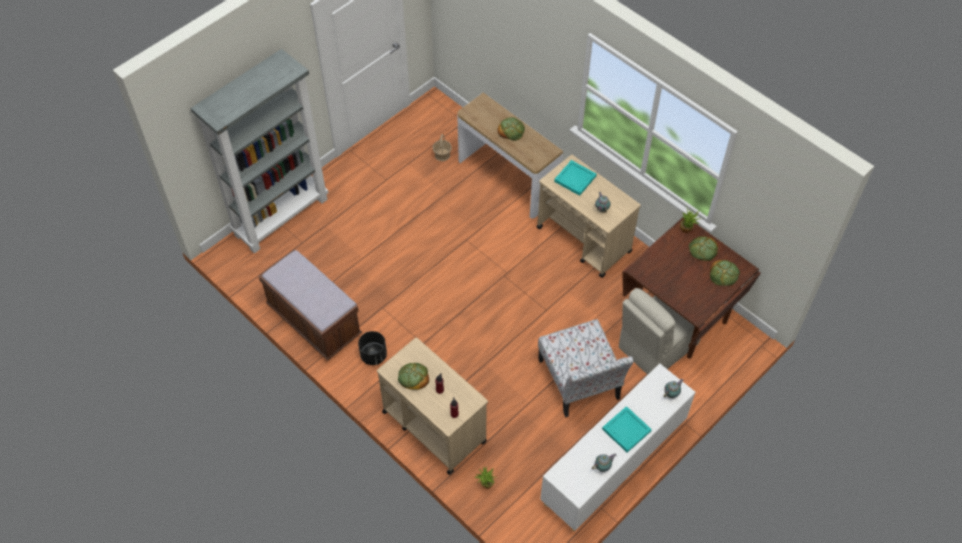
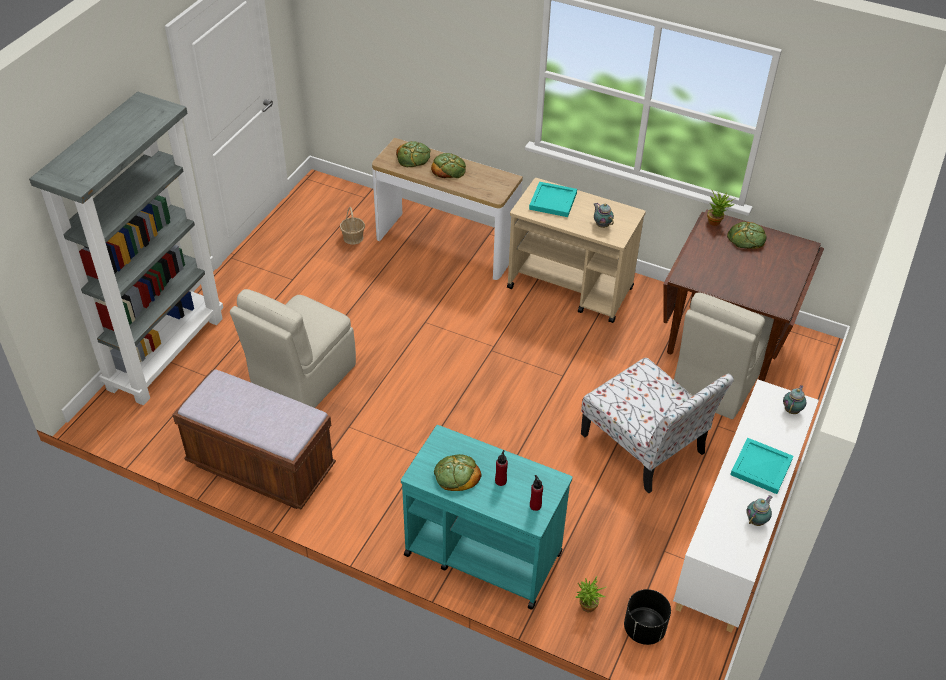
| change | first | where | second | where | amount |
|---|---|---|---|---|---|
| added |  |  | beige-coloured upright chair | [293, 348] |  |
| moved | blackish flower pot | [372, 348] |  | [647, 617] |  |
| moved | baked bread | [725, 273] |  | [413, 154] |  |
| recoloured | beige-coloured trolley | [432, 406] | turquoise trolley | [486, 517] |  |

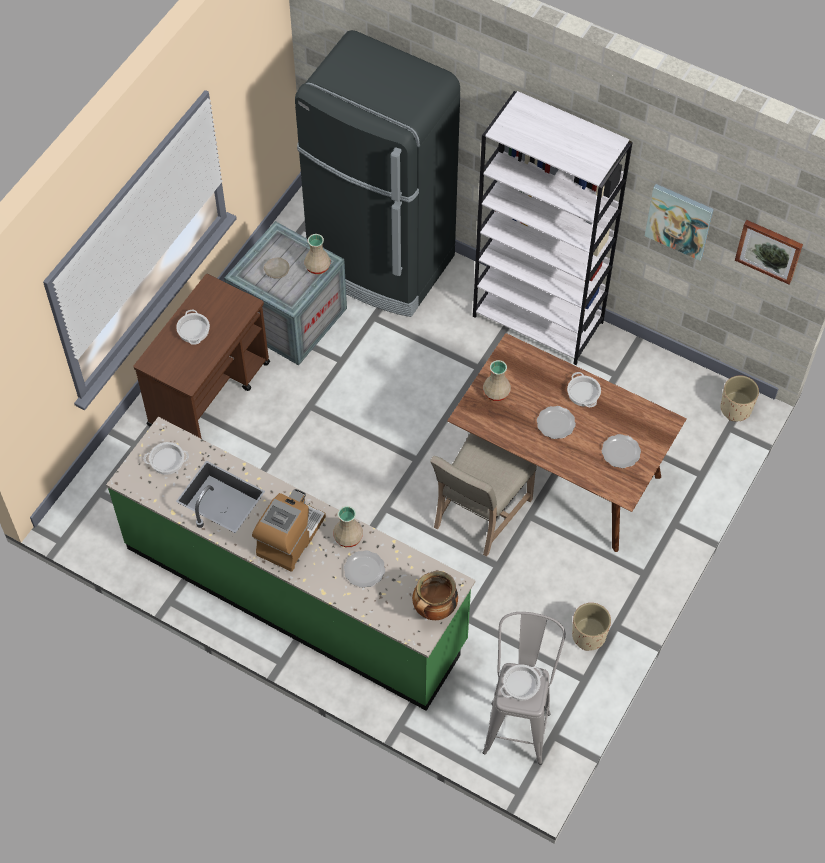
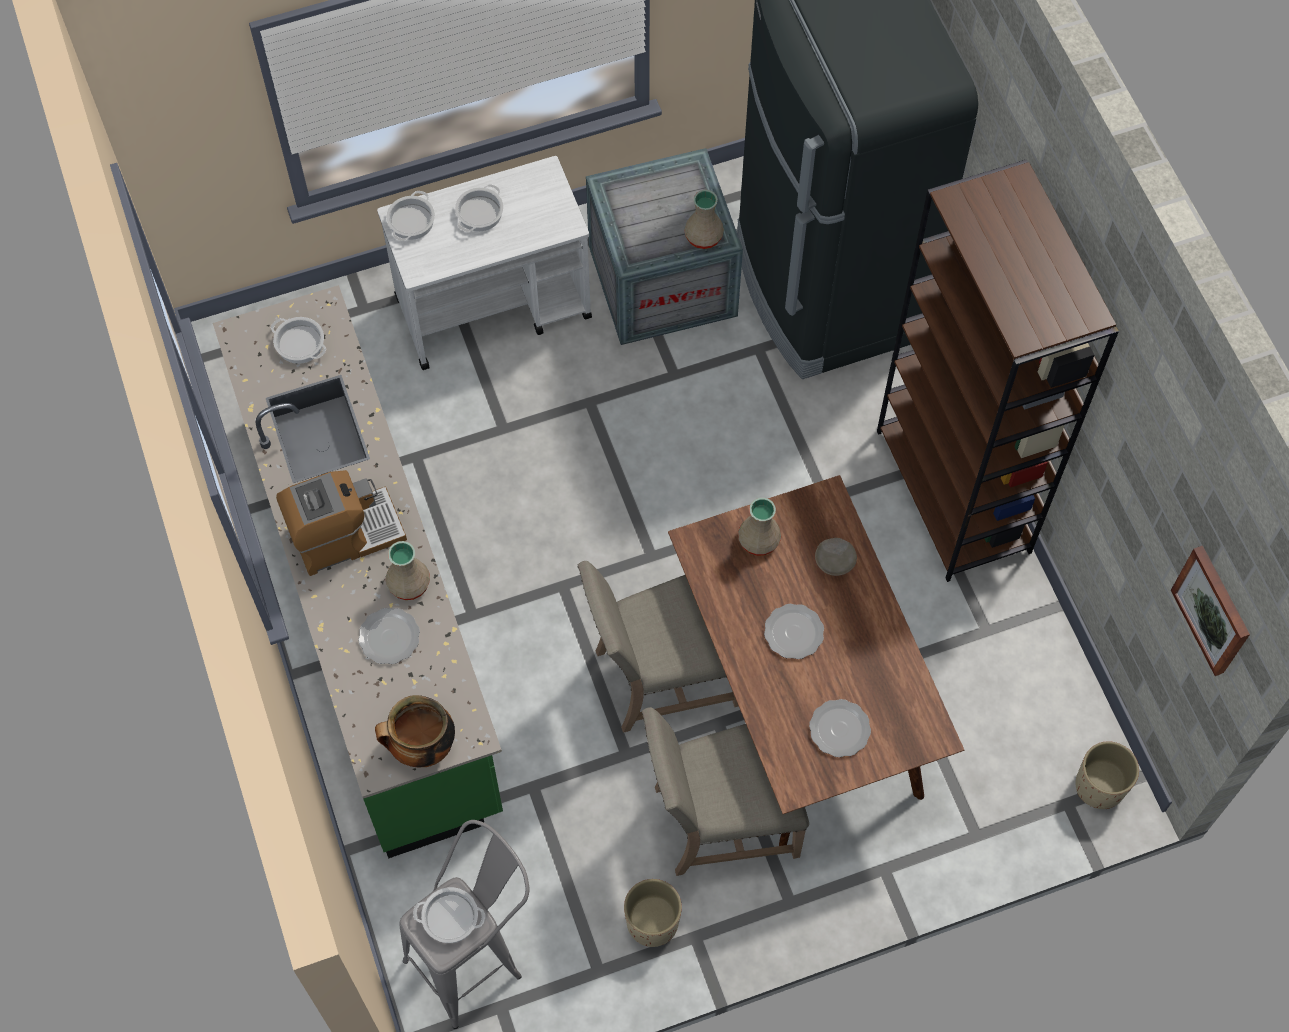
| change | first | where | second | where | amount |
|---|---|---|---|---|---|
| removed | picture | [679, 222] |  |  |  |
| added |  |  | beige-coloured upright chair | [725, 791] |  |
| moved | beige-coloured flat dish | [277, 268] |  | [836, 557] |  |
| moved | stockpot | [584, 389] |  | [410, 216] |  |
| recoloured | brownish trolley | [202, 356] | white trolley | [484, 263] |  |
| recoloured | white bookshelf | [553, 228] | brownish bookshelf | [998, 370] |  |

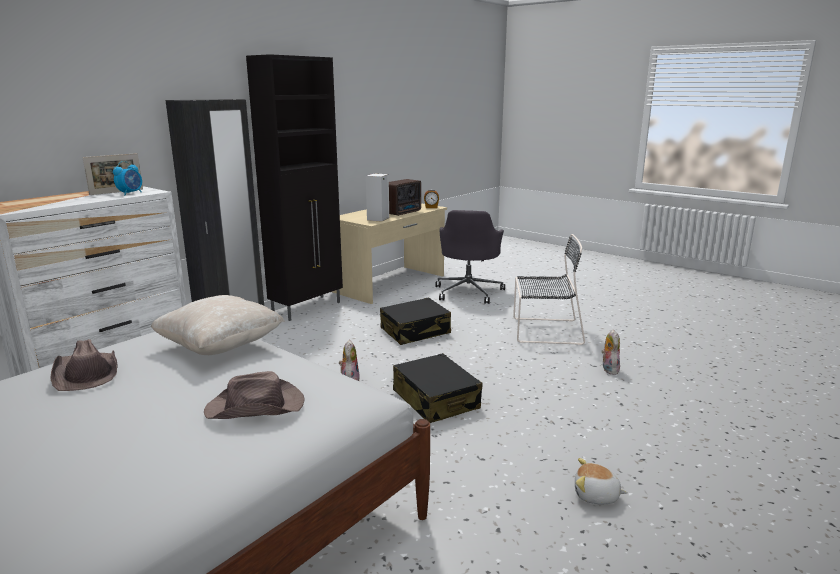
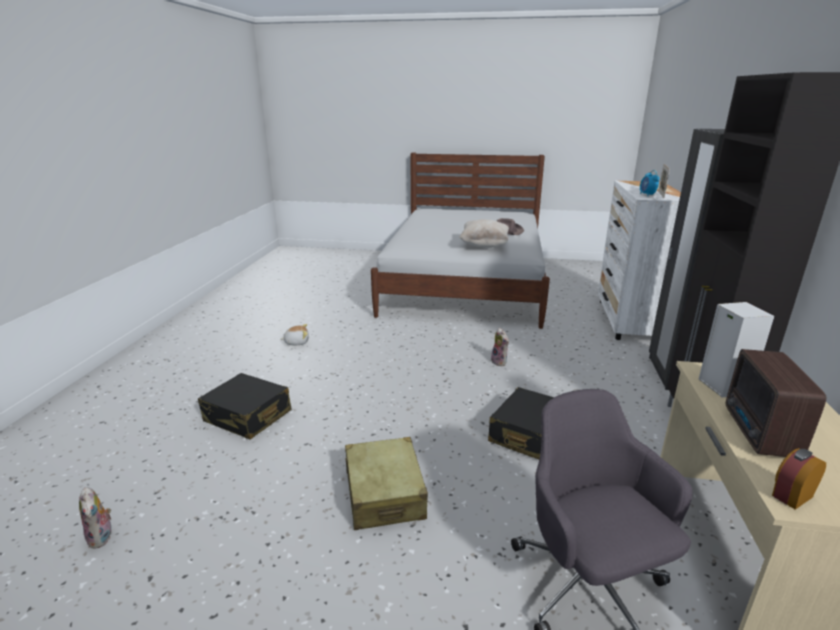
| change | first | where | second | where | amount |
|---|---|---|---|---|---|
| removed | brownish clothing hat | [254, 395] |  |  |  |
| moved | blackish travel case | [437, 388] |  | [244, 406] |  |
| moved | plush toy | [610, 352] |  | [95, 518] |  |
| replaced | blackish upright chair | [549, 289] | beige-coloured travel case | [386, 483] |  |

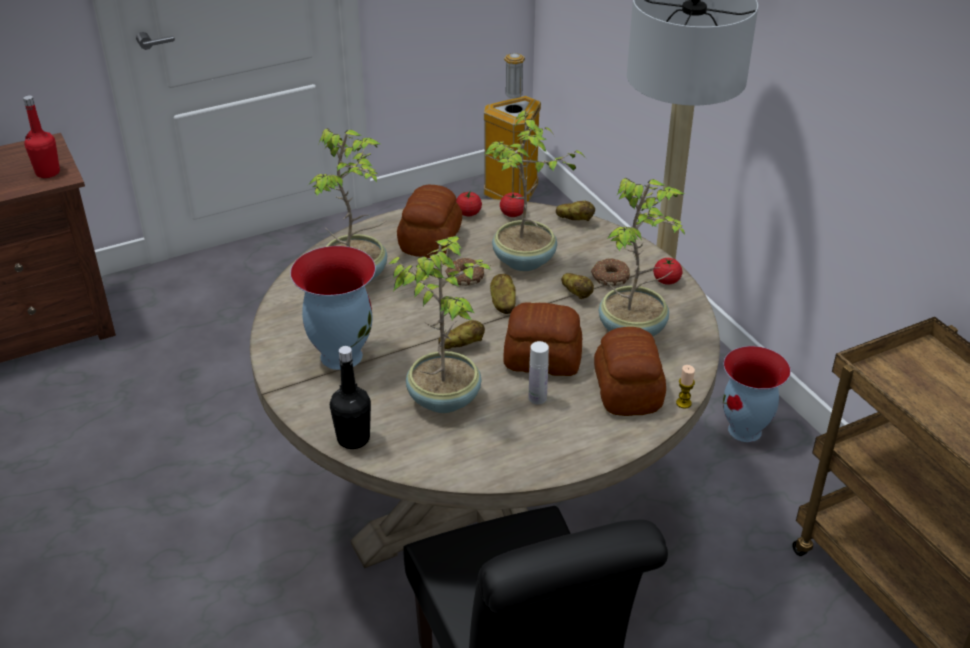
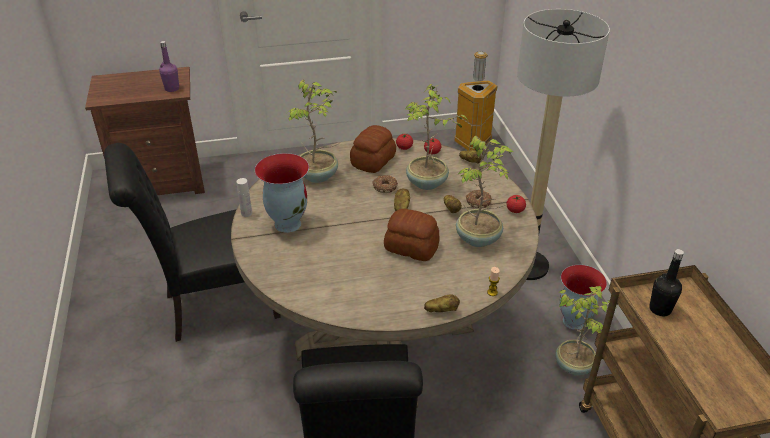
| change | first | where | second | where | amount |
|---|---|---|---|---|---|
| removed | baked bread | [630, 371] |  |  |  |
| added |  |  | blackish upright chair | [192, 242] |  |
| moved | blackish drink bottle | [350, 397] |  | [666, 282] |  |
| moved | potted plant | [440, 324] |  | [586, 330] |  |
| moved | whole potato | [461, 334] |  | [442, 303] |  |
| moved | white drink bottle | [539, 372] |  | [244, 197] |  |
| recoloured | red-coloured drink bottle | [41, 136] | purple-coloured drink bottle | [169, 66] |  |

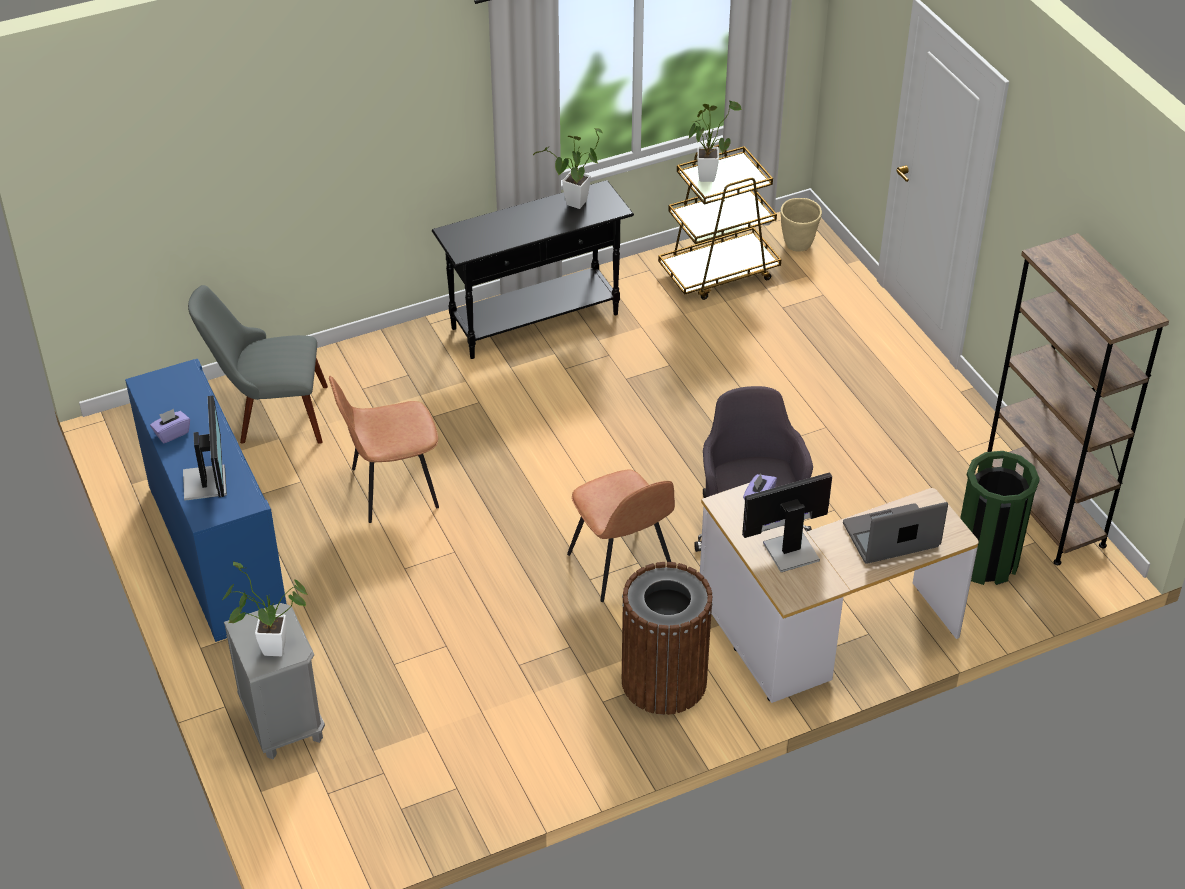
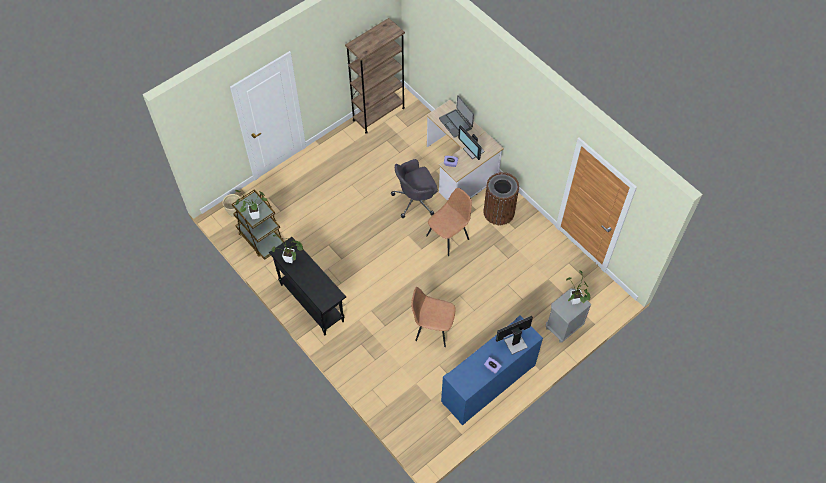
| change | first | where | second | where | amount |
|---|---|---|---|---|---|
| removed | gray upright chair | [258, 364] |  |  |  |
| removed | green-coloured waste bin | [1000, 518] |  |  |  |
| turned | brownish upright chair | [384, 449] |  | [433, 317] | 135 degrees clockwise |

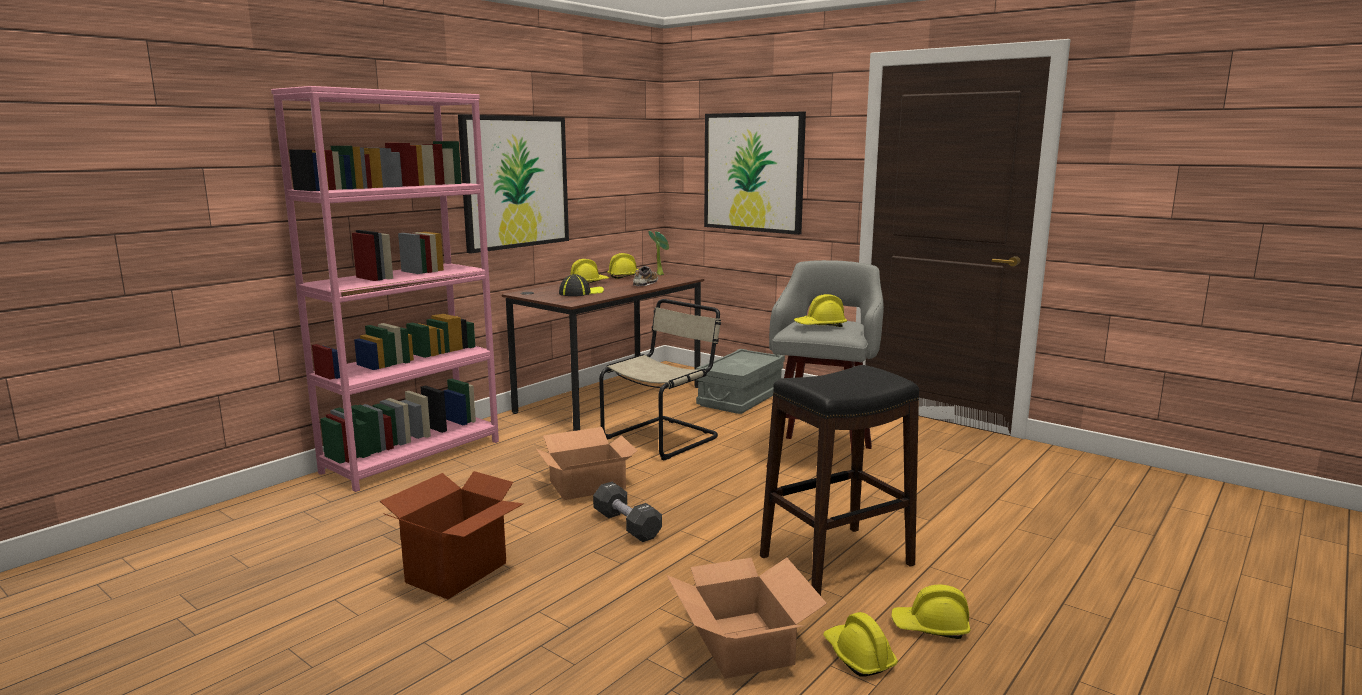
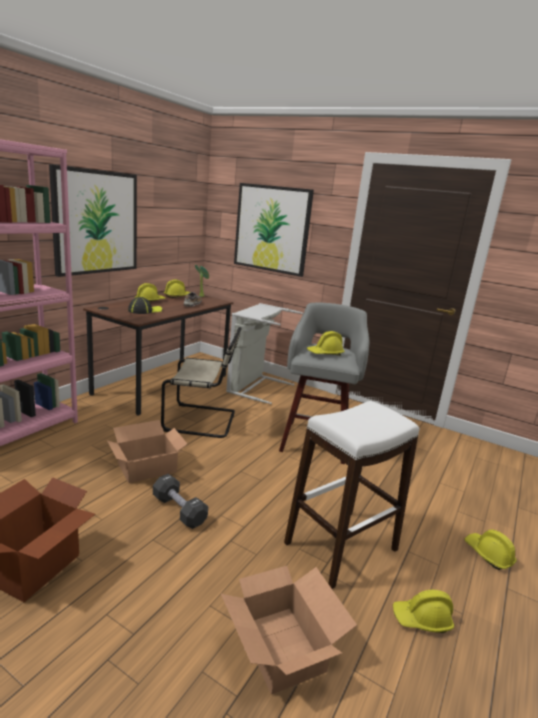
| change | first | where | second | where | amount |
|---|---|---|---|---|---|
| moved | yellow-coloured safety helmet | [860, 644] |  | [491, 549] |  |
| replaced | gray storage container | [740, 381] | gray washing basket | [264, 353] |  |
| recoloured | blackish sitting stool | [839, 480] | white sitting stool | [351, 495] |  |
| turned | beige-coloured upright chair | [660, 379] |  | [201, 382] | 60 degrees clockwise |

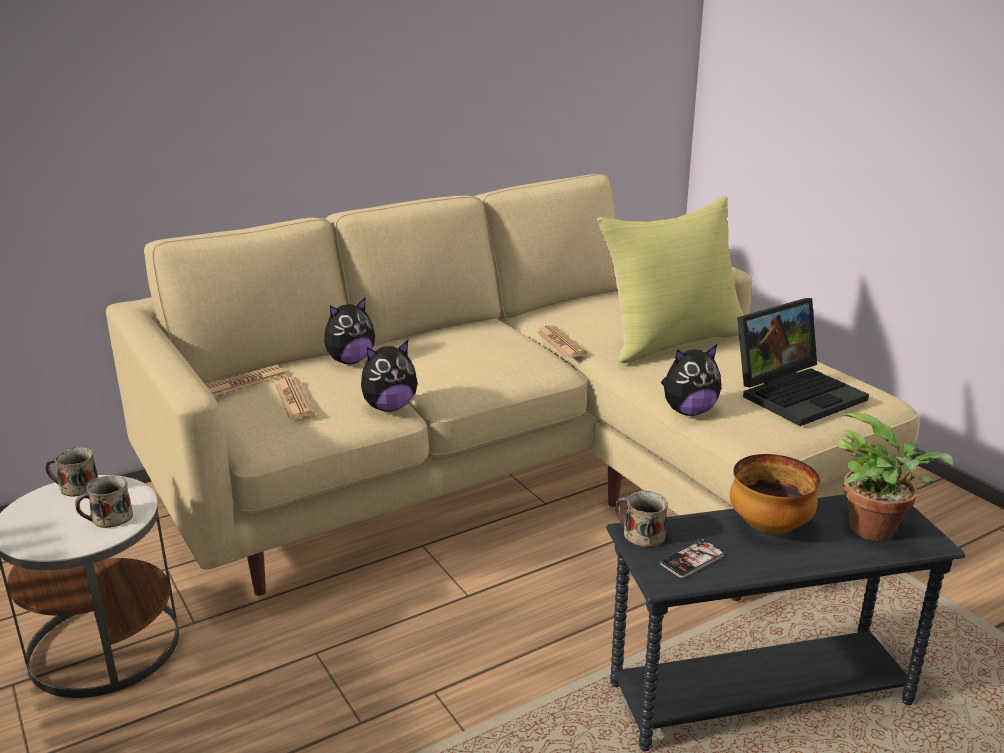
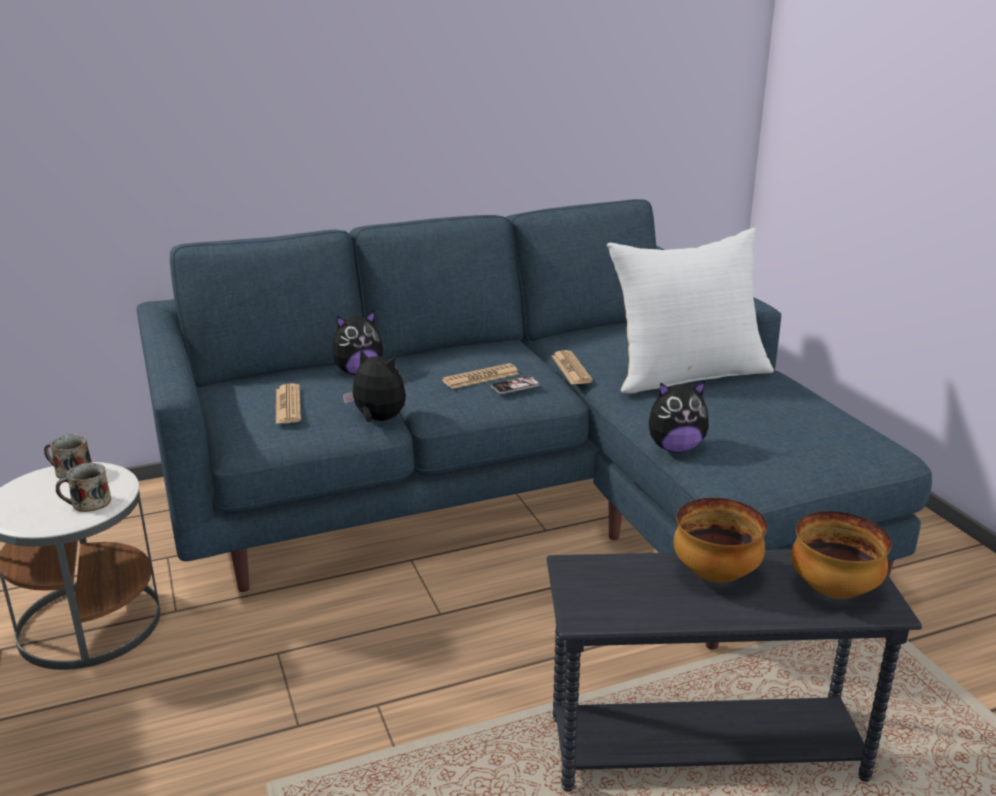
| change | first | where | second | where | amount |
|---|---|---|---|---|---|
| removed | mug | [641, 519] |  |  |  |
| removed | portable computer | [803, 362] |  |  |  |
| moved | newspaper | [246, 381] |  | [480, 376] |  |
| moved | telephone | [692, 558] |  | [515, 384] |  |
| replaced | potted plant | [895, 477] | bowl | [841, 555] |  |
| recoloured | beige-coloured sofa | [513, 387] | blue sofa | [534, 424] |  |
| recoloured | yellow-coloured throw pillow | [670, 279] | white throw pillow | [690, 311] |  |
| turned | plush toy | [389, 376] |  | [374, 385] | 135 degrees counterclockwise |

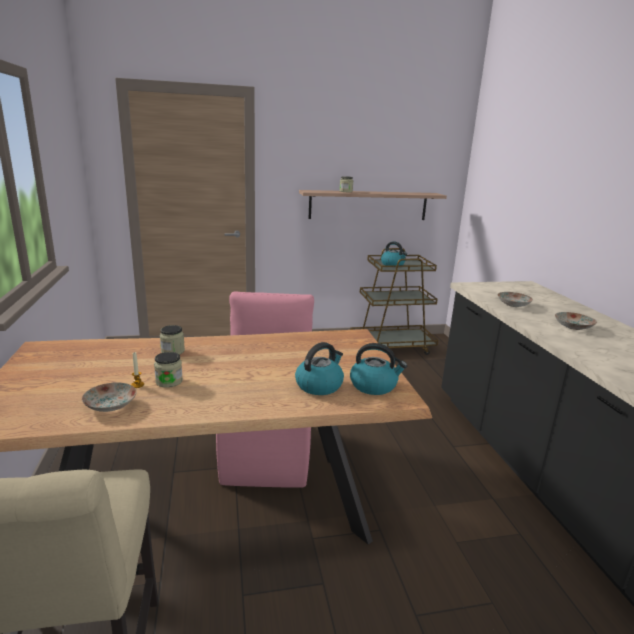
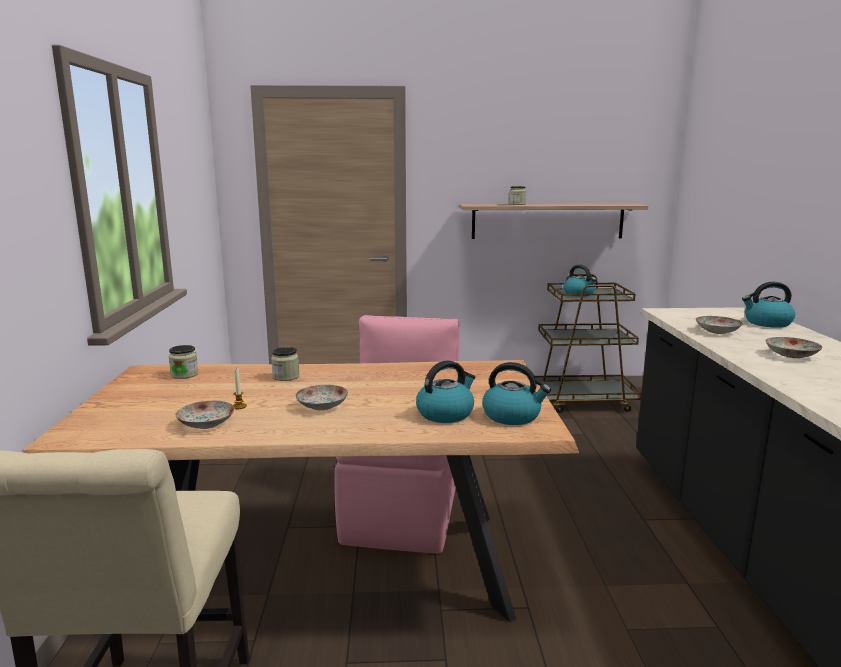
| change | first | where | second | where | amount |
|---|---|---|---|---|---|
| added |  |  | flat dish | [321, 397] |  |
| added |  |  | kettle | [768, 305] |  |
| moved | jar | [168, 370] |  | [184, 362] |  |

